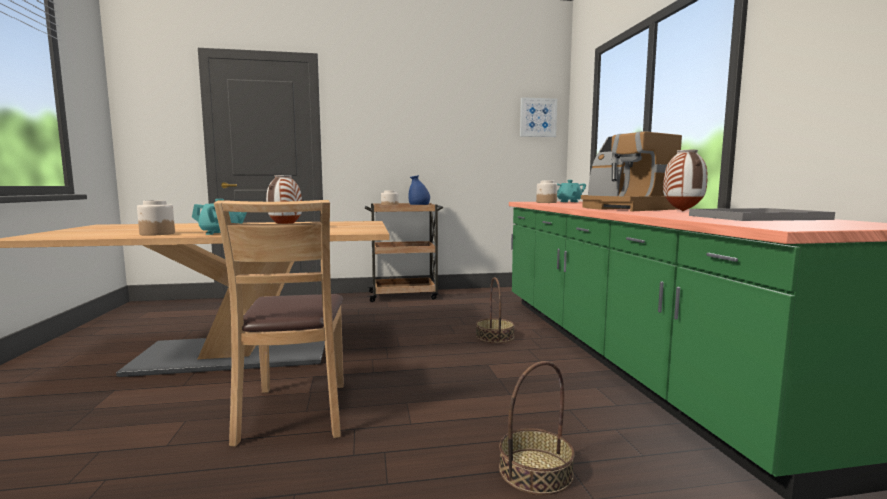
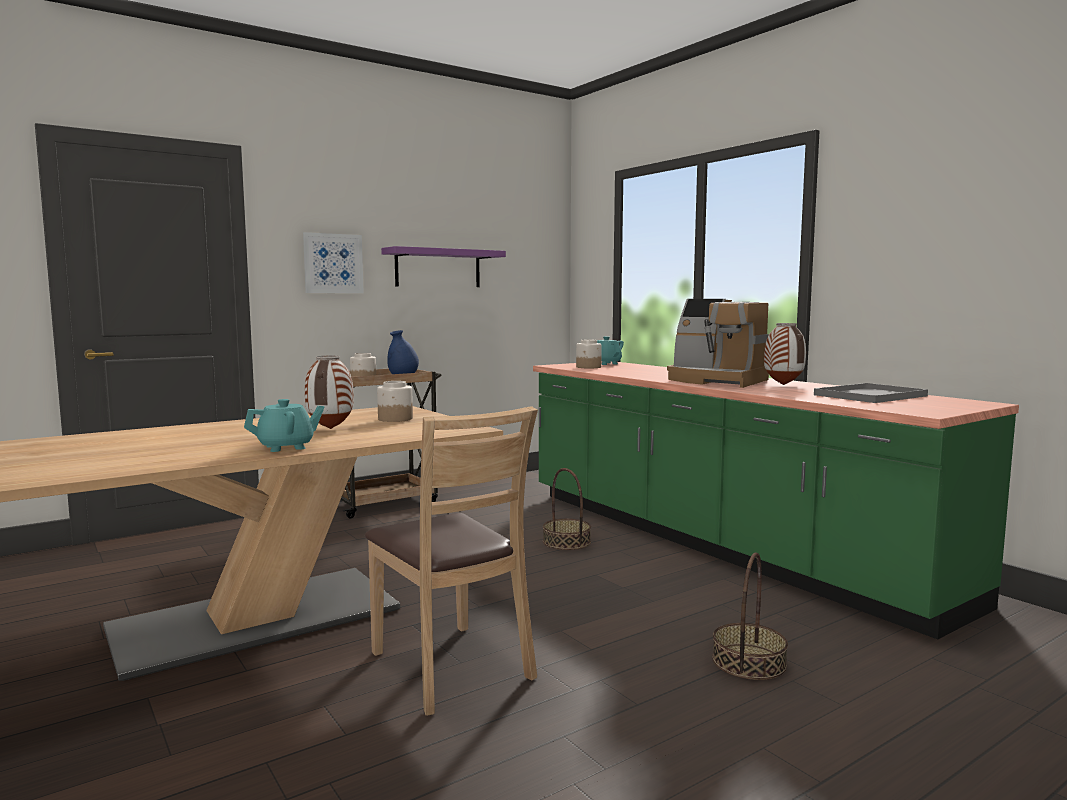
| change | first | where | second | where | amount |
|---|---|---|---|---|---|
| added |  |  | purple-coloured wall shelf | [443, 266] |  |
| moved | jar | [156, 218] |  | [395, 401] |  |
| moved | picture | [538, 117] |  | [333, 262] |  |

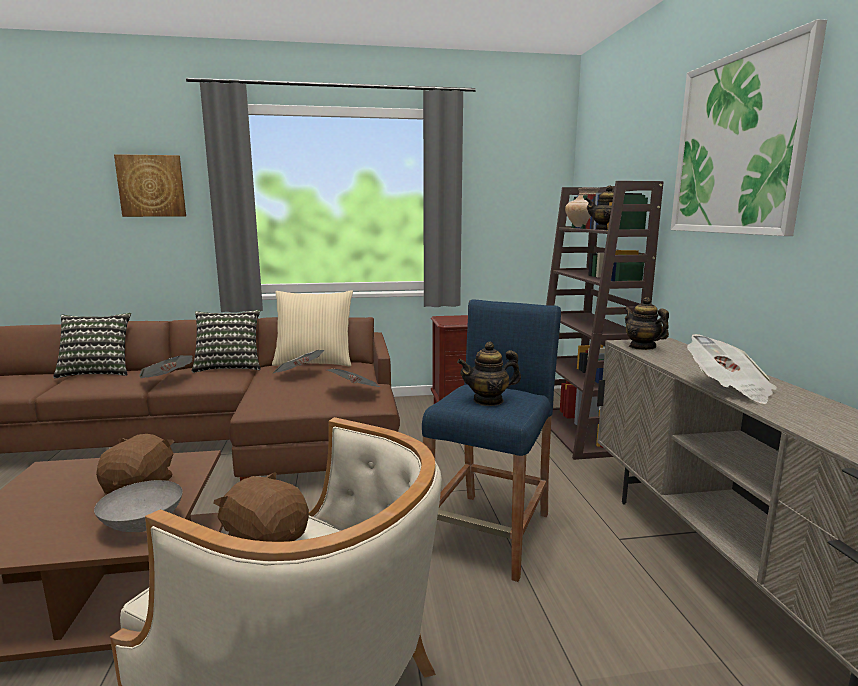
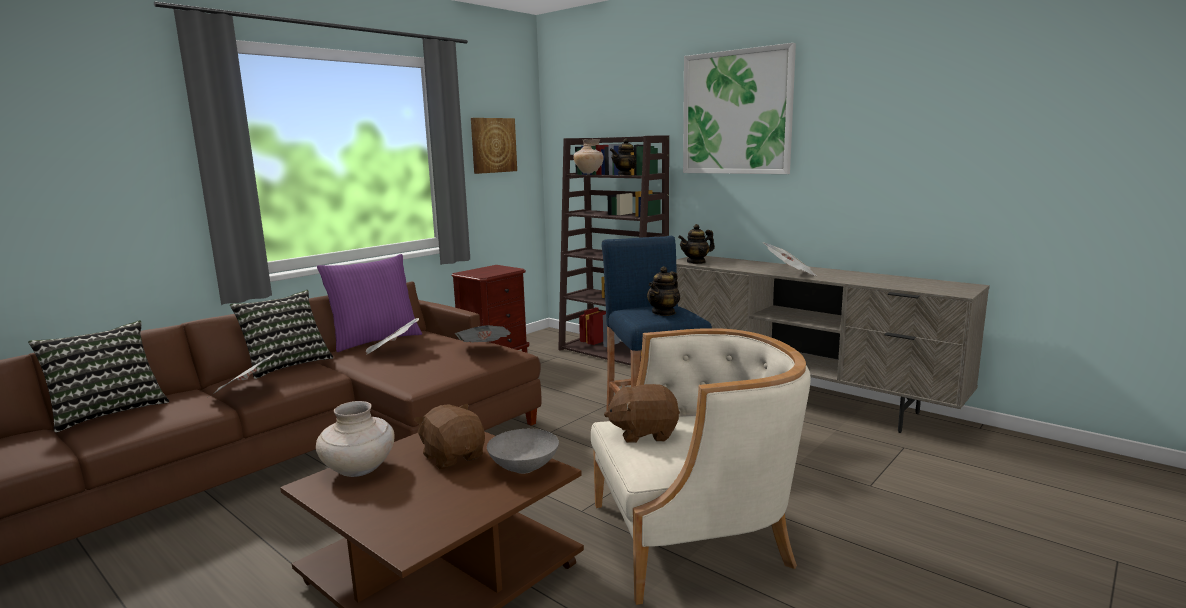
| change | first | where | second | where | amount |
|---|---|---|---|---|---|
| added |  |  | beige-coloured flower vase | [355, 439] |  |
| moved | picture | [150, 185] |  | [494, 146] |  |
| recoloured | beige-coloured throw pillow | [312, 328] | purple-coloured throw pillow | [369, 303] |  |
| turned | tea pot | [646, 323] |  | [696, 244] | 45 degrees counterclockwise |

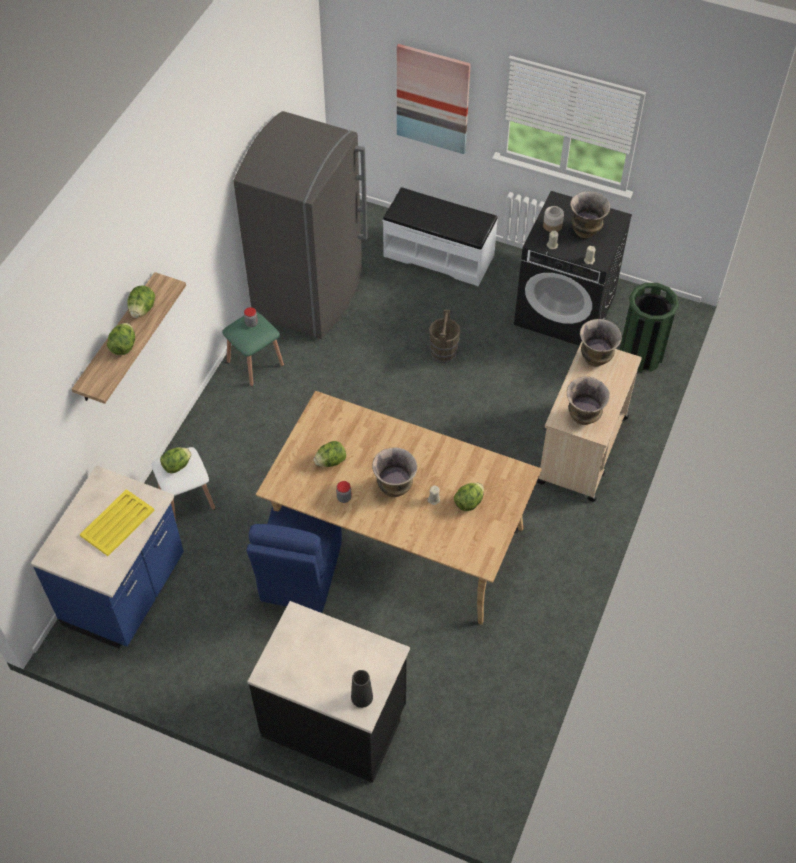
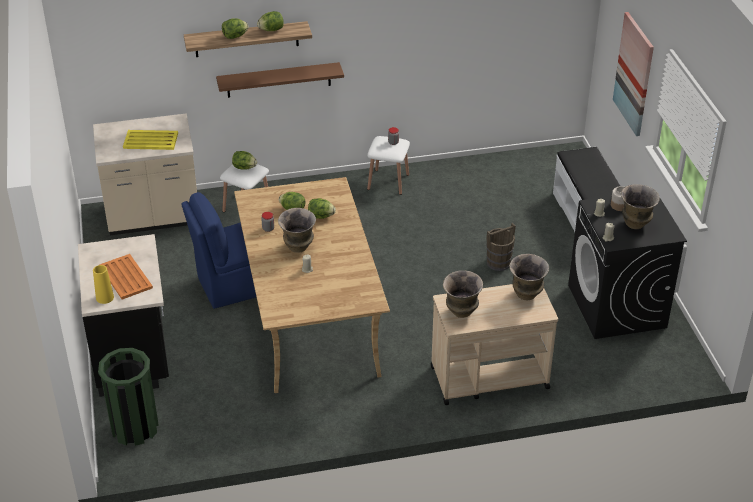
| change | first | where | second | where | amount |
|---|---|---|---|---|---|
| removed | gray refrigerator | [300, 225] |  |  |  |
| added |  |  | orange carrying tray | [126, 277] |  |
| added |  |  | brownish wall shelf | [280, 80] |  |
| moved | head of lettuce | [469, 497] |  | [322, 208] |  |
| moved | green-coloured waste bin | [649, 328] |  | [128, 397] |  |
| recoloured | blue counter | [107, 557] | beige-coloured counter | [145, 174] |  |
| recoloured | green-coloured sitting stool | [253, 348] | white sitting stool | [388, 165] |  |
| recoloured | blackish flower vase | [362, 689] | yellow-coloured flower vase | [103, 284] |  |

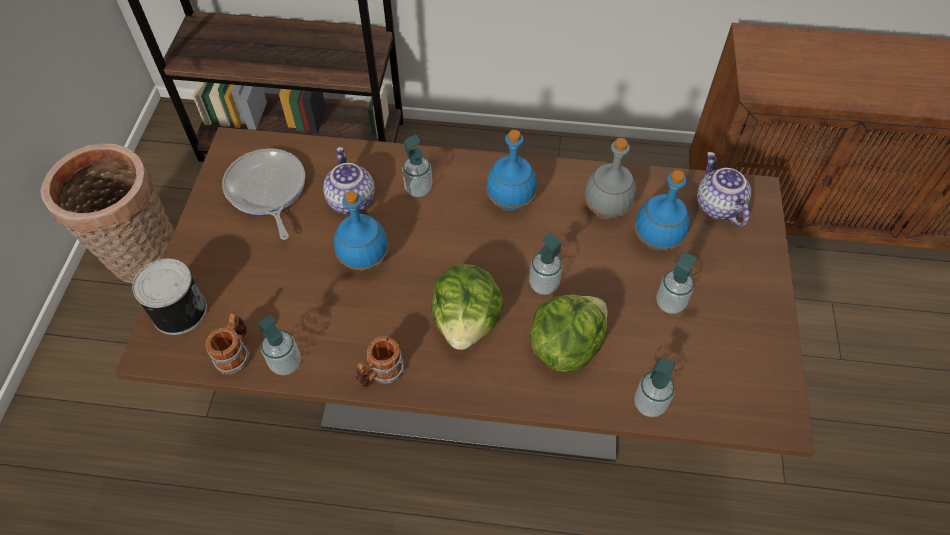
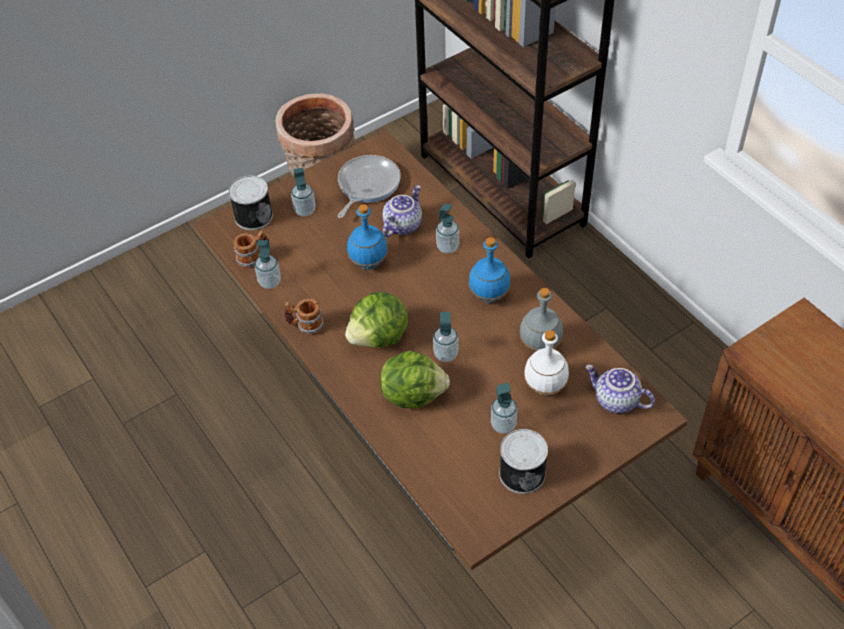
| change | first | where | second | where | amount |
|---|---|---|---|---|---|
| added |  |  | can | [523, 461] |  |
| moved | soap bottle | [654, 387] |  | [303, 192] |  |
| recoloured | blue drink bottle | [662, 210] | white drink bottle | [546, 363] |  |
| turned | tea pot | [724, 189] |  | [620, 389] | 90 degrees counterclockwise |

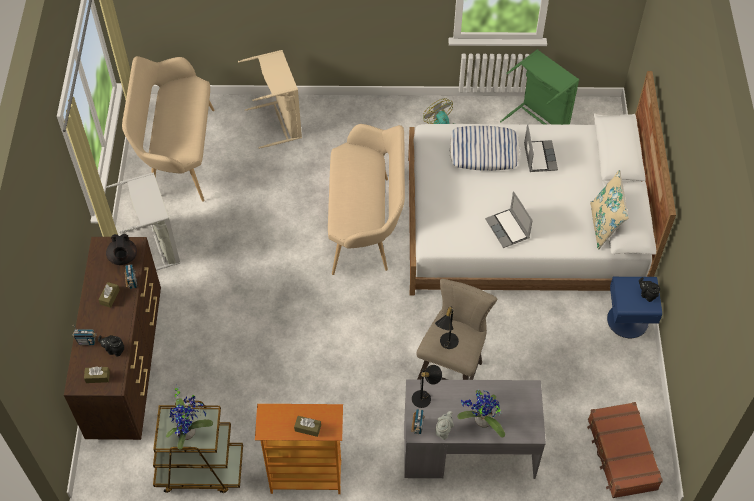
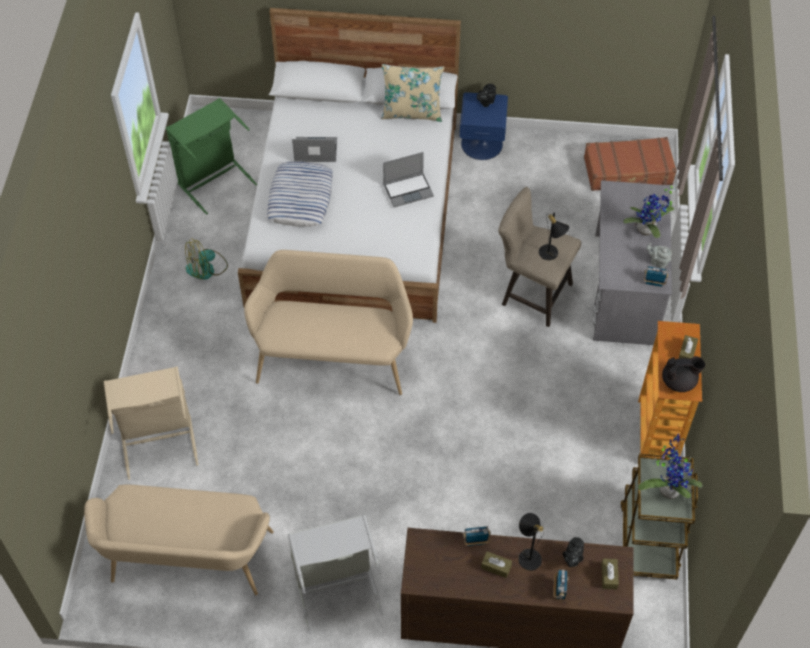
| change | first | where | second | where | amount |
|---|---|---|---|---|---|
| moved | blackish tea pot | [121, 249] |  | [683, 374] |  |
| moved | blackish table lamp | [427, 386] |  | [531, 542] |  |

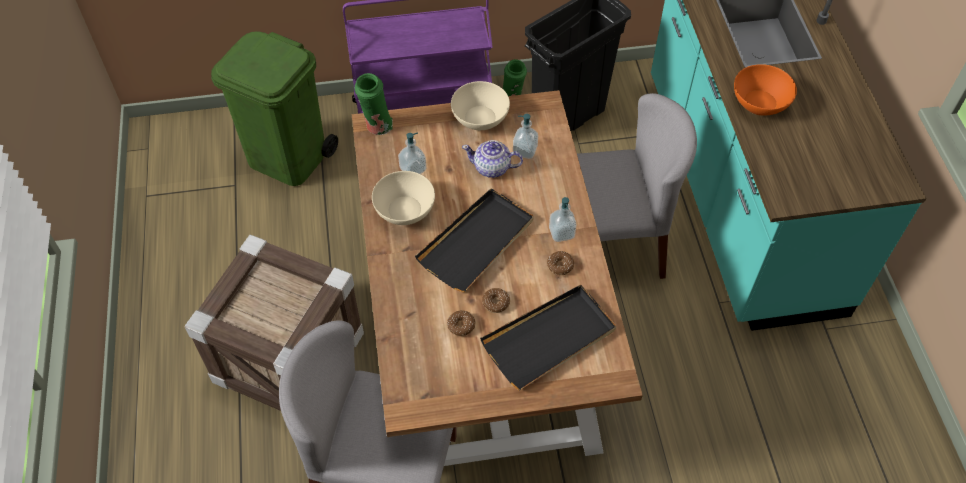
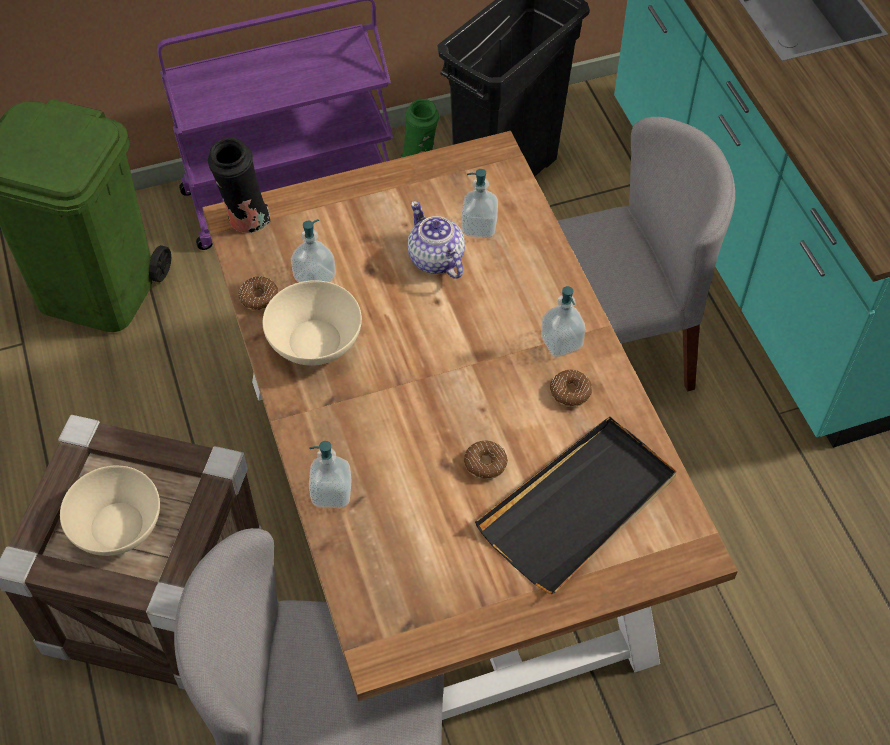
| change | first | where | second | where | amount |
|---|---|---|---|---|---|
| removed | blackish carrying tray | [474, 240] |  |  |  |
| removed | orange bowl | [765, 90] |  |  |  |
| added |  |  | soap bottle | [330, 474] |  |
| moved | donut | [461, 323] |  | [258, 293] |  |
| moved | beige-coloured bowl | [480, 105] |  | [110, 510] |  |
| recoloured | green-coloured flower vase | [374, 104] | blackish flower vase | [239, 185] |  |
| turned | tea pot | [492, 159] |  | [436, 240] | 60 degrees clockwise |

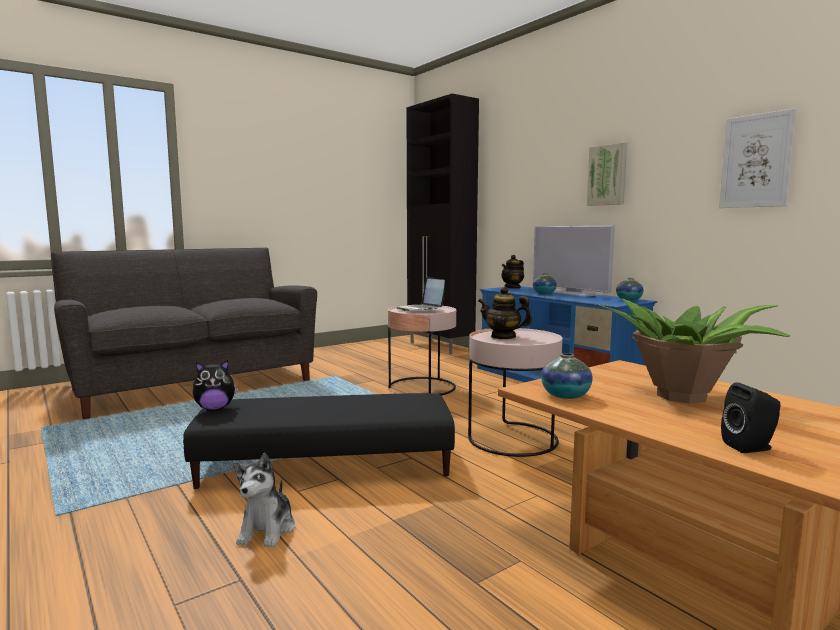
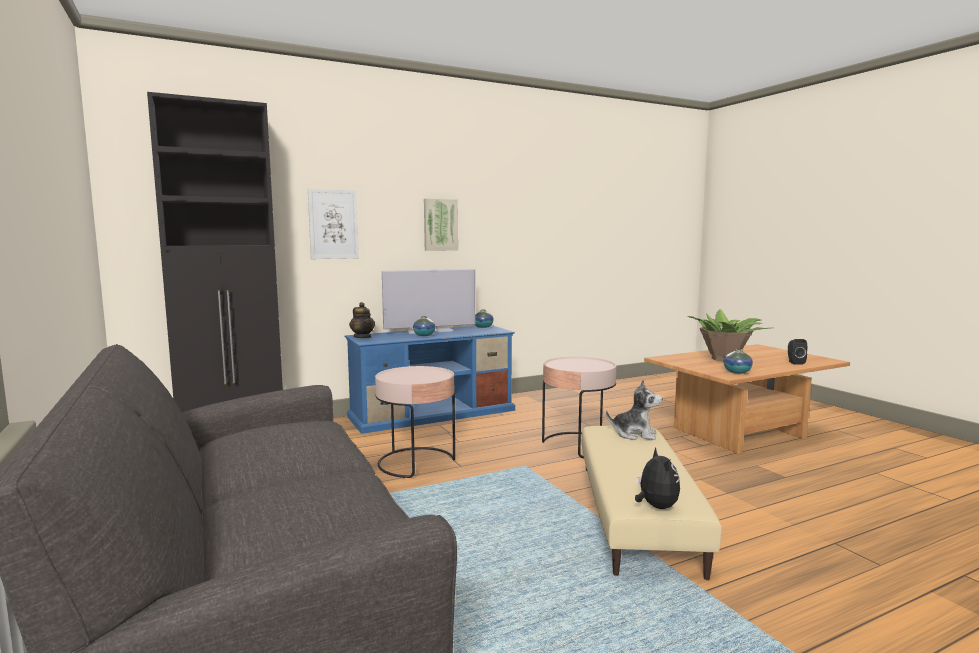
| change | first | where | second | where | amount |
|---|---|---|---|---|---|
| removed | portable computer | [421, 294] |  |  |  |
| removed | tea pot | [505, 313] |  |  |  |
| moved | plush toy | [264, 500] |  | [634, 410] |  |
| moved | picture | [757, 158] |  | [333, 223] |  |
| recoloured | blackish footrest | [319, 441] | beige-coloured footrest | [652, 503] |  |

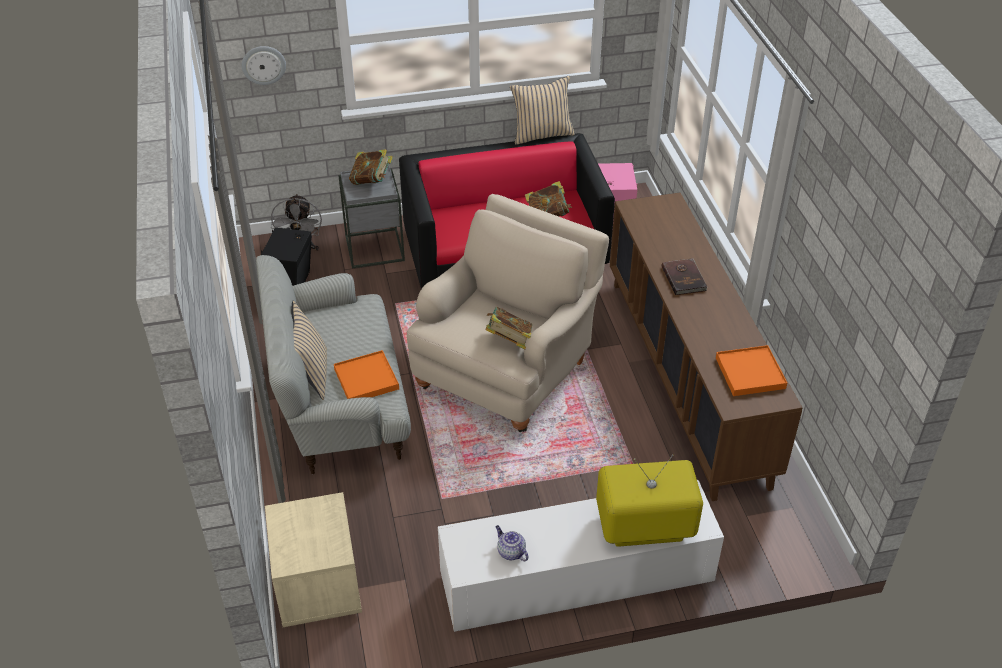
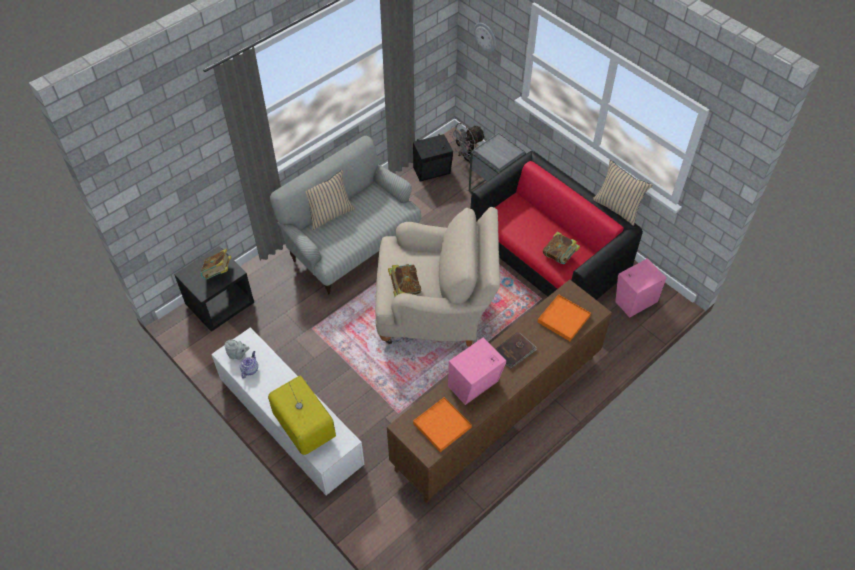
| change | first | where | second | where | amount |
|---|---|---|---|---|---|
| added |  |  | gray tea pot | [237, 350] |  |
| added |  |  | pinkish audio speaker | [477, 371] |  |
| moved | orange carrying tray | [366, 374] |  | [564, 317] |  |
| moved | volume | [371, 167] |  | [216, 264] |  |
| recoloured | beige-coloured night table | [313, 559] | blackish night table | [214, 288] |  |

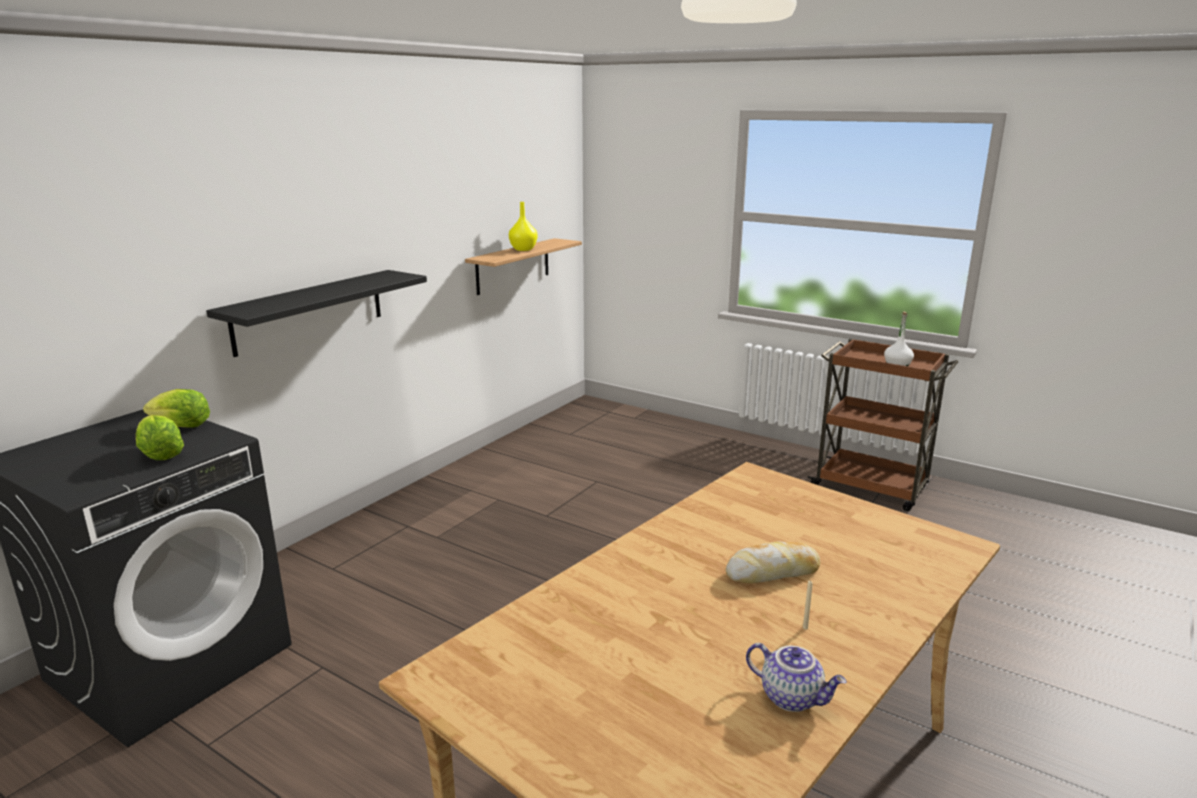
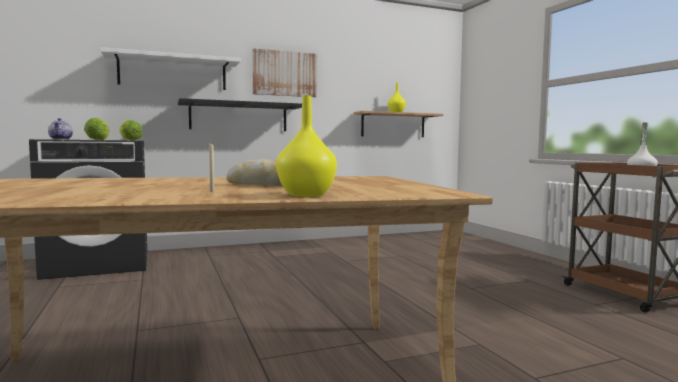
| change | first | where | second | where | amount |
|---|---|---|---|---|---|
| added |  |  | white wall shelf | [171, 68] |  |
| added |  |  | picture | [284, 72] |  |
| added |  |  | yellow-coloured flower vase | [306, 146] |  |
| moved | tea pot | [796, 677] |  | [60, 129] |  |

